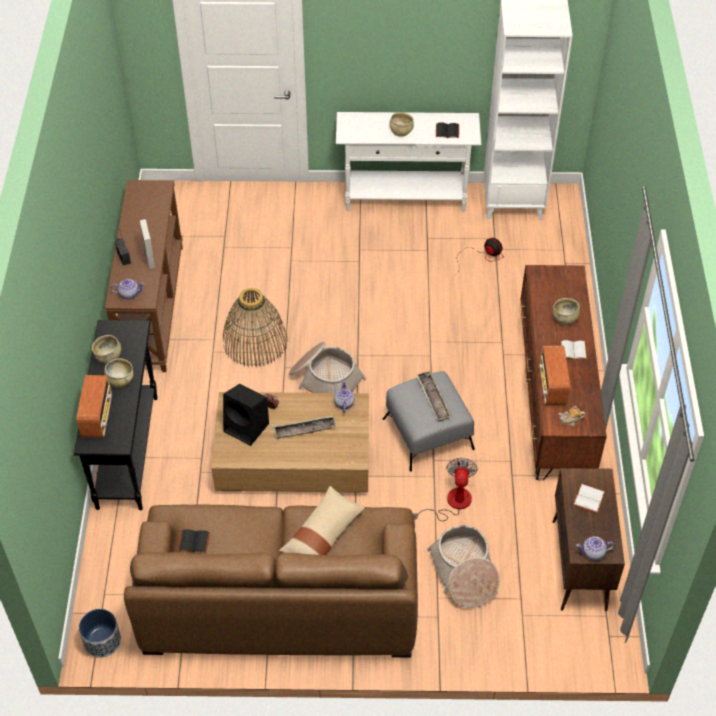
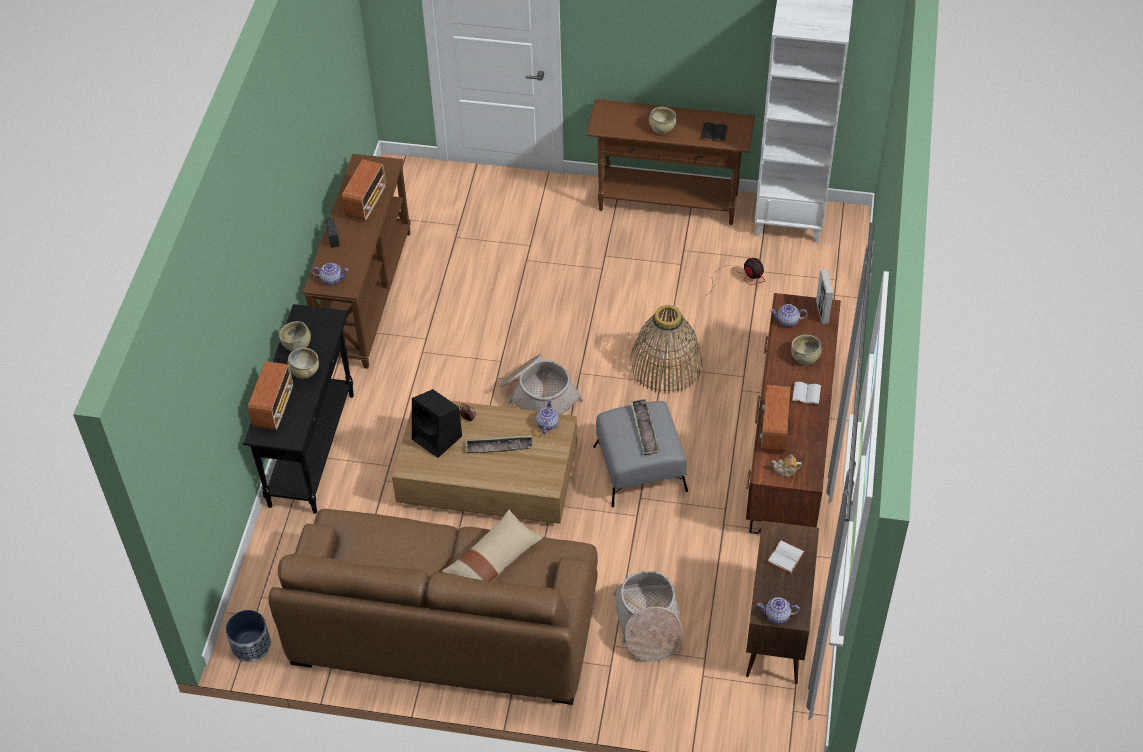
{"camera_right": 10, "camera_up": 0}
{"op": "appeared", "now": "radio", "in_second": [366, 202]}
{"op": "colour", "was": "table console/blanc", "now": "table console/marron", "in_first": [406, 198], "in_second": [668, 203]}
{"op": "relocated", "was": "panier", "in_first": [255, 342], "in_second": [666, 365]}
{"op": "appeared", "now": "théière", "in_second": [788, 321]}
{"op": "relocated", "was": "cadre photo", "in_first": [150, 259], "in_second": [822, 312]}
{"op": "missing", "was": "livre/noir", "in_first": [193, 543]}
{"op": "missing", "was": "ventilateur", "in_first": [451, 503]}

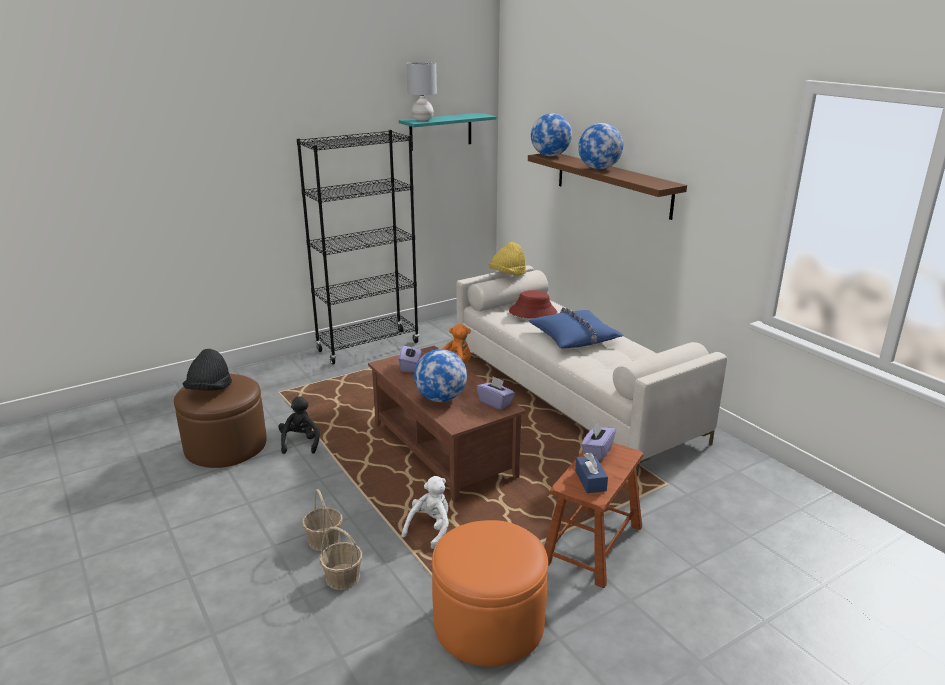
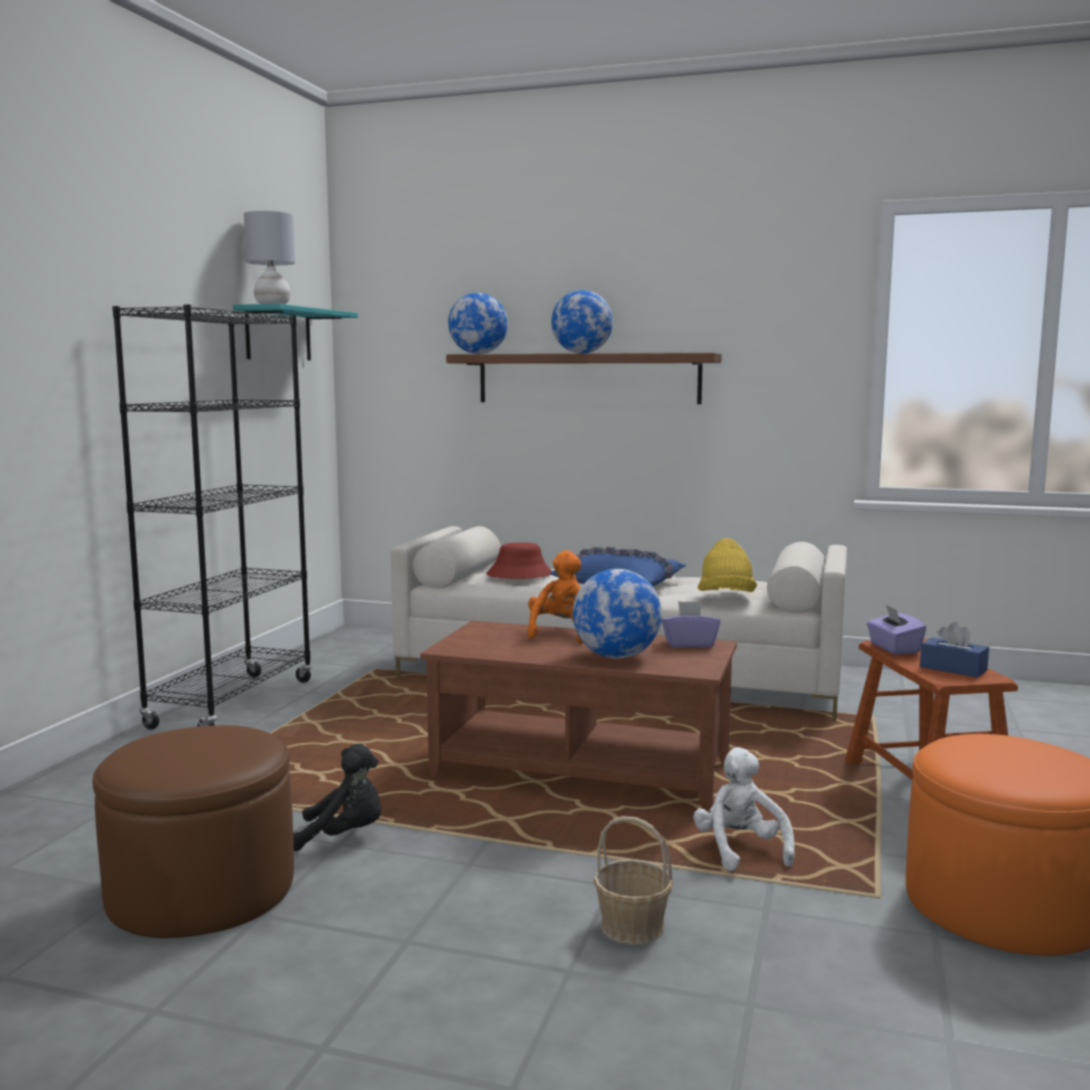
{"camera_right": -40, "camera_up": -15}
{"op": "spun", "was": "peluche/noir", "in_first": [300, 442], "in_second": [344, 836], "clockwise": 135}
{"op": "relocated", "was": "chapeau/jaune", "in_first": [507, 275], "in_second": [726, 597]}
{"op": "missing", "was": "chapeau/noir", "in_first": [209, 390]}
{"op": "missing", "was": "panier", "in_first": [343, 577]}
{"op": "missing", "was": "boîte à mouchoirs/violet", "in_first": [410, 367]}

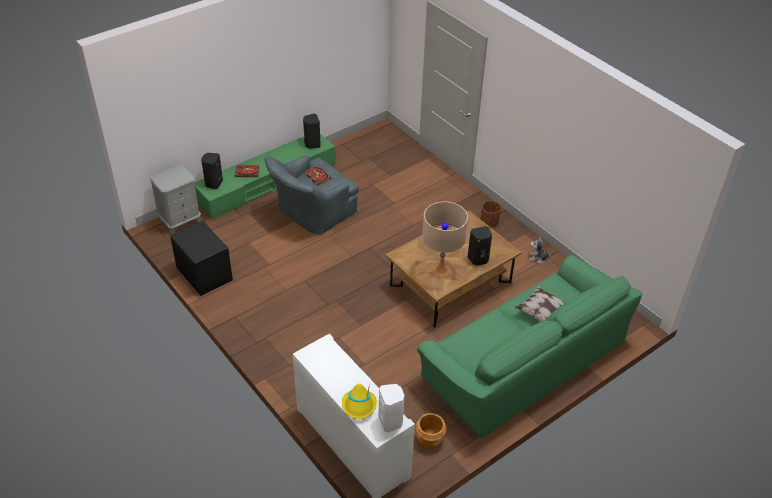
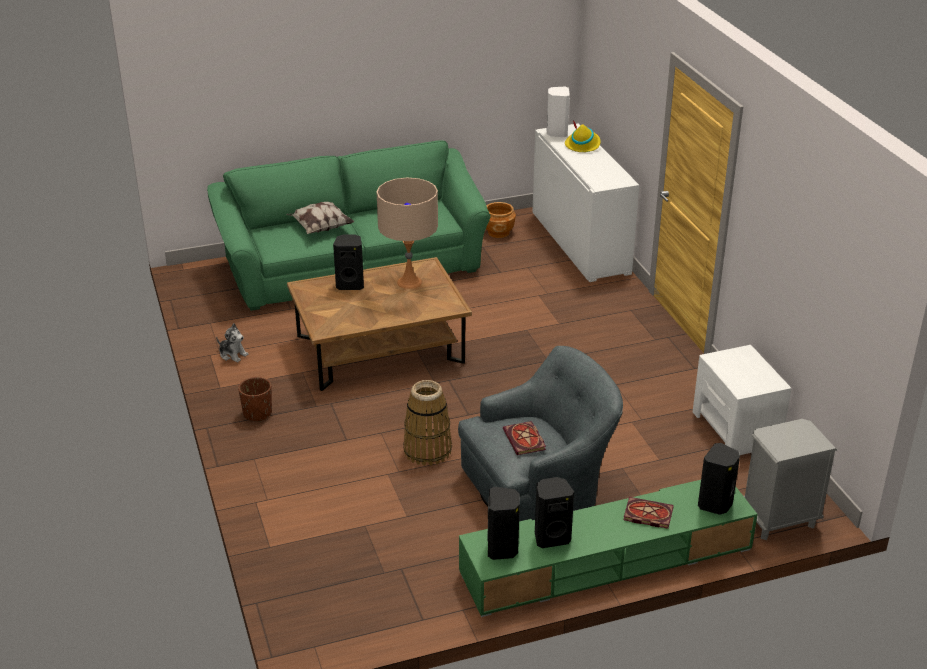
{"camera_right": -160, "camera_up": -10}
{"op": "appeared", "now": "panier", "in_second": [427, 450]}
{"op": "appeared", "now": "enceinte/noir", "in_second": [551, 537]}
{"op": "colour", "was": "table de chevet/noir", "now": "table de chevet/blanc", "in_first": [204, 273], "in_second": [736, 428]}

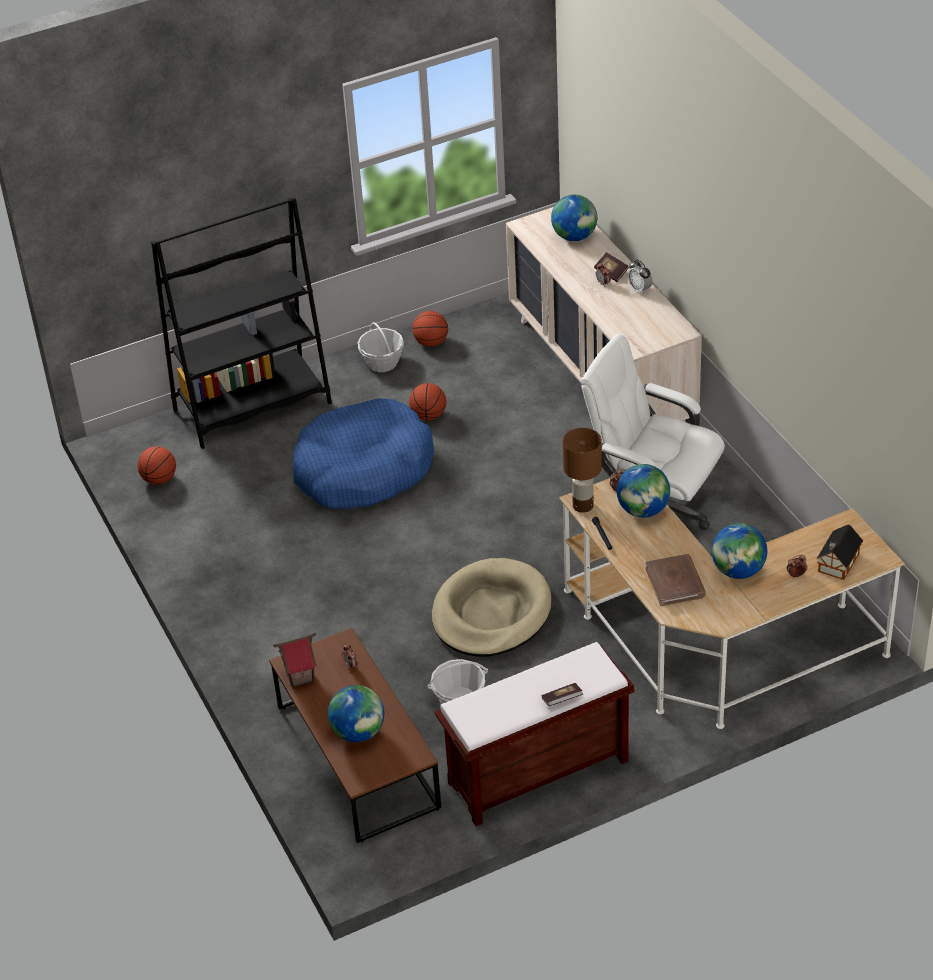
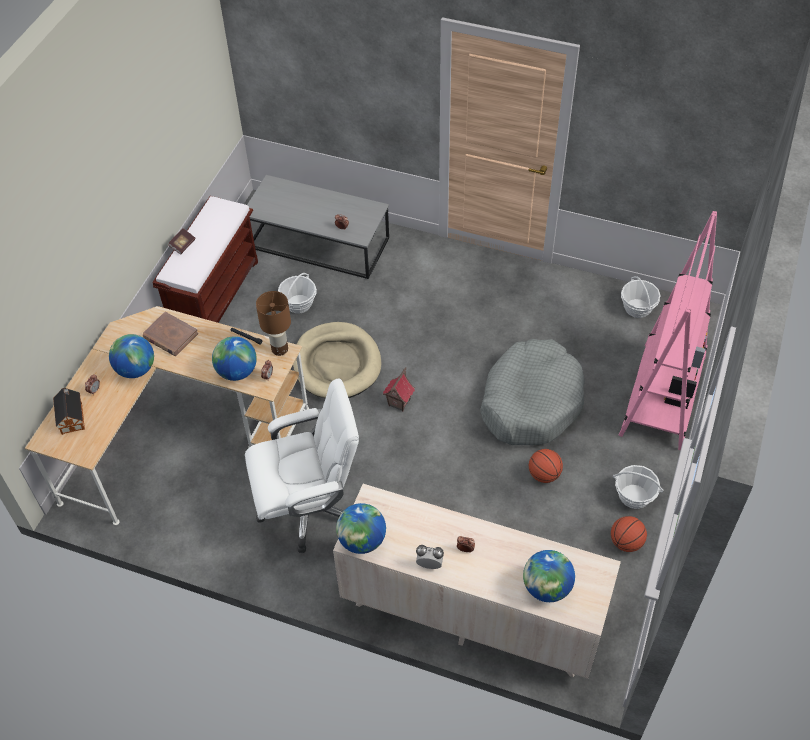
{"camera_right": 135, "camera_up": 10}
{"op": "colour", "was": "table basse/marron", "now": "table basse/gris", "in_first": [357, 757], "in_second": [319, 243]}
{"op": "relocated", "was": "globe", "in_first": [358, 732], "in_second": [362, 540]}
{"op": "relocated", "was": "maison miniature", "in_first": [300, 677], "in_second": [399, 402]}
{"op": "colour", "was": "panier pour chien/bleu", "now": "panier pour chien/gris", "in_first": [363, 469], "in_second": [531, 401]}
{"op": "colour", "was": "bibliothèque/noir", "now": "bibliothèque/rose", "in_first": [253, 407], "in_second": [662, 395]}
{"op": "exchanged", "was": "ballon de basket", "now": "panier", "in_first": [159, 479], "in_second": [637, 308]}
{"op": "missing", "was": "livre", "in_first": [611, 272]}

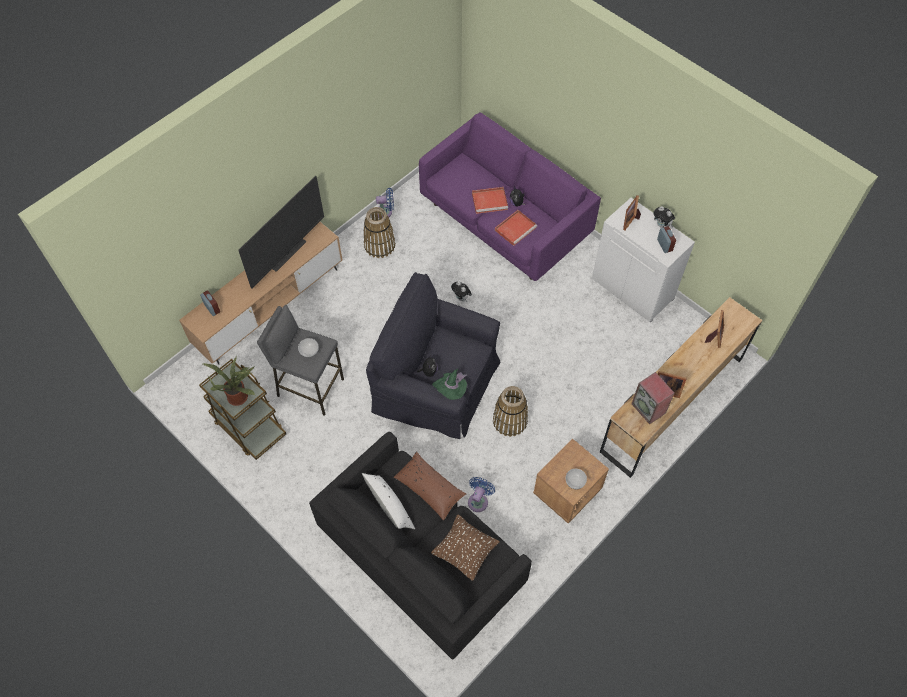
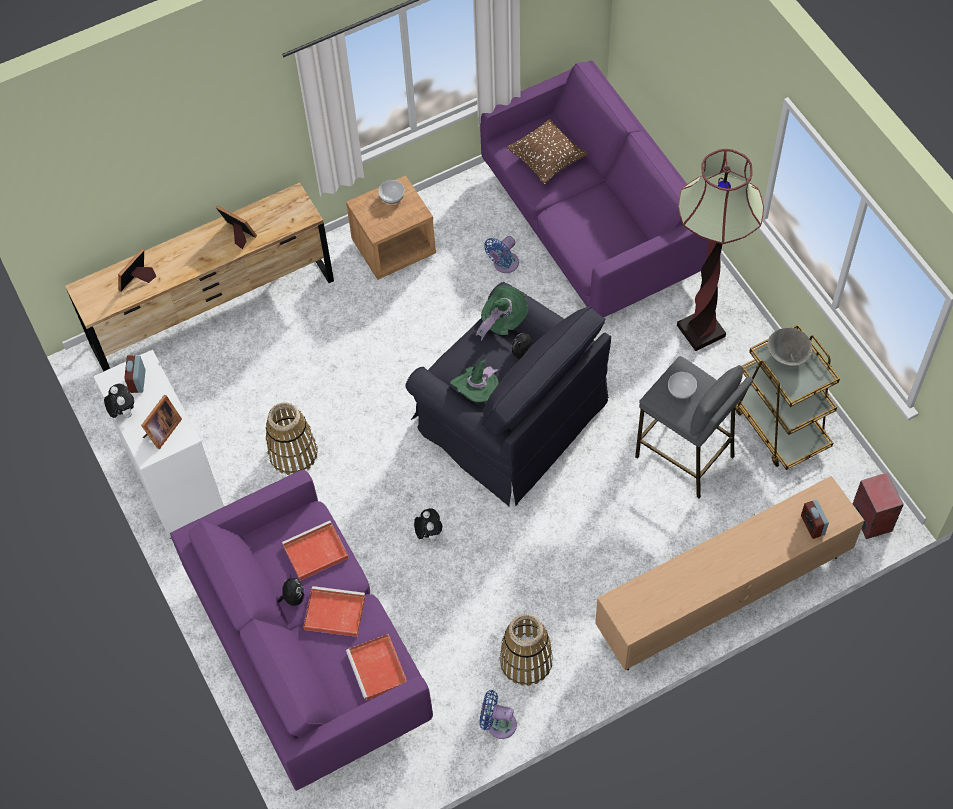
{"camera_right": -160, "camera_up": 0}
{"op": "relocated", "was": "panier", "in_first": [509, 421], "in_second": [293, 453]}
{"op": "appeared", "now": "plateau/rouge", "in_second": [378, 669]}
{"op": "appeared", "now": "chapeau/vert", "in_second": [477, 392]}
{"op": "colour", "was": "canapé/noir", "now": "canapé/violet", "in_first": [421, 556], "in_second": [592, 224]}
{"op": "appeared", "now": "lampadaire", "in_second": [701, 331]}
{"op": "exchanged", "was": "plante en pot", "now": "bol/gris", "in_first": [239, 395], "in_second": [786, 357]}
{"op": "relocated", "was": "enceinte", "in_first": [649, 408], "in_second": [870, 519]}
{"op": "missing", "was": "téléviseur", "in_first": [288, 254]}
{"op": "missing", "was": "coussin/blanc", "in_first": [389, 506]}
{"op": "missing", "was": "coussin/marron", "in_first": [429, 488]}

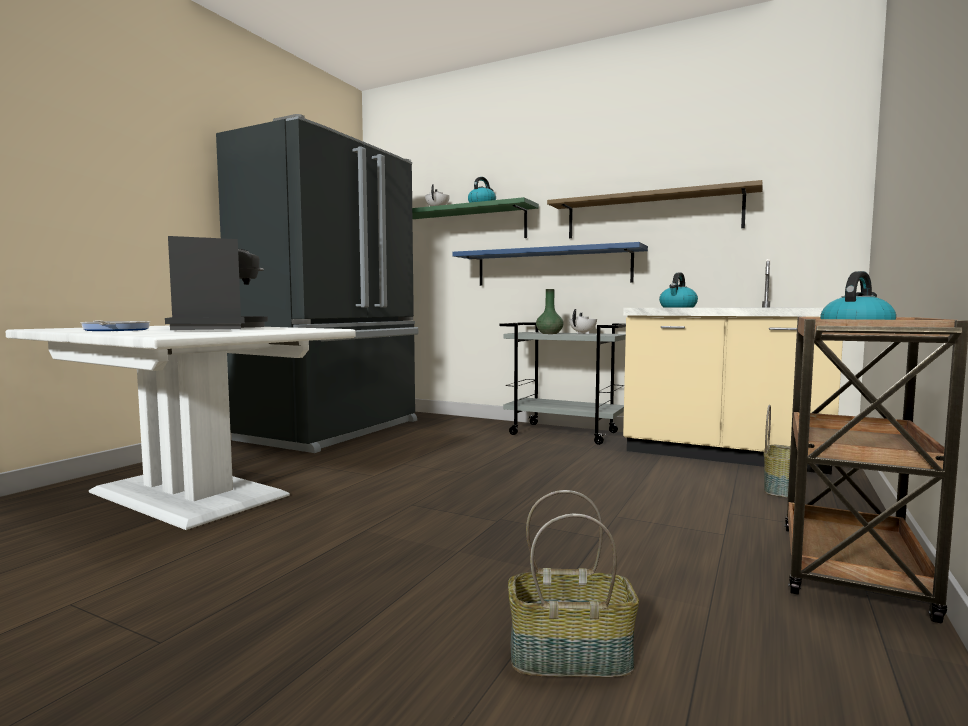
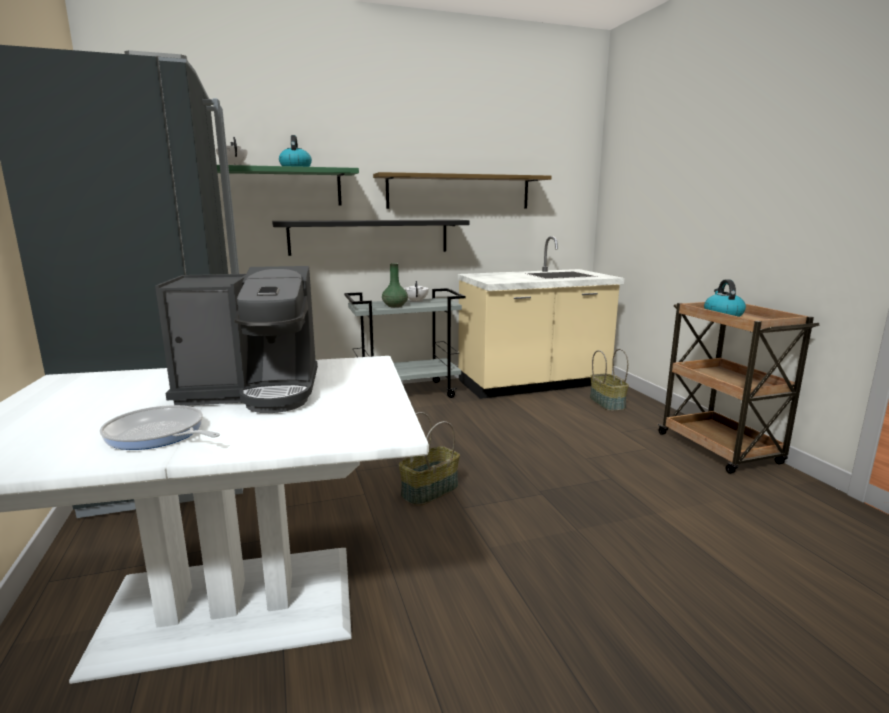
{"camera_right": -45, "camera_up": 10}
{"op": "spun", "was": "machine à café", "in_first": [213, 329], "in_second": [253, 392], "clockwise": 150}
{"op": "colour", "was": "étagère/bleu", "now": "étagère/noir", "in_first": [552, 267], "in_second": [370, 236]}
{"op": "relocated", "was": "panier", "in_first": [571, 655], "in_second": [429, 490]}
{"op": "missing", "was": "bouilloire", "in_first": [678, 307]}

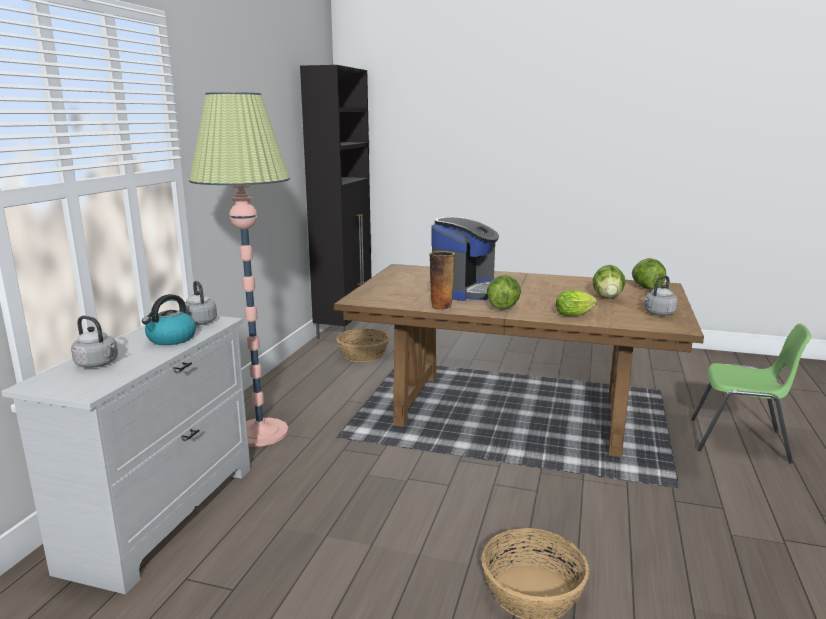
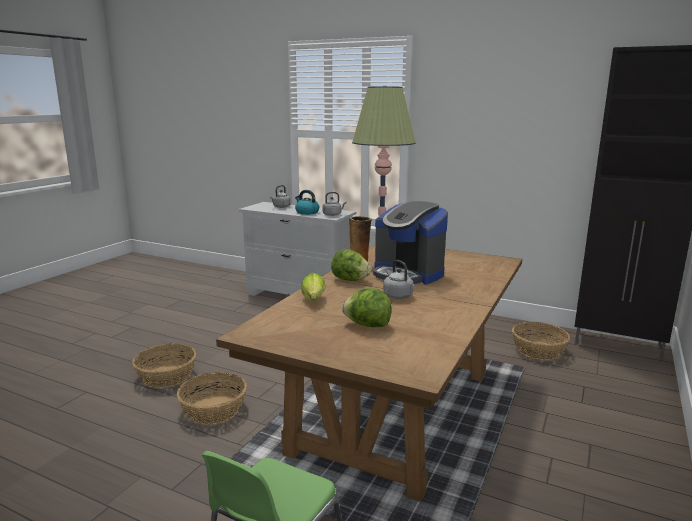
{"camera_right": 100, "camera_up": 0}
{"op": "appeared", "now": "panier", "in_second": [213, 410]}
{"op": "relocated", "was": "bouilloire/gris", "in_first": [658, 313], "in_second": [396, 295]}
{"op": "missing", "was": "laitue", "in_first": [646, 288]}

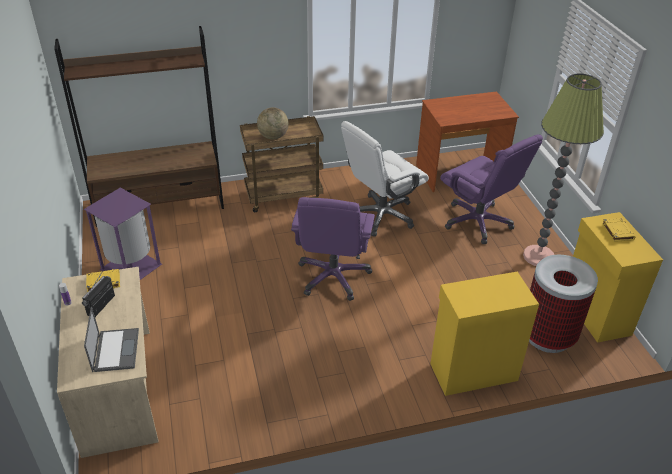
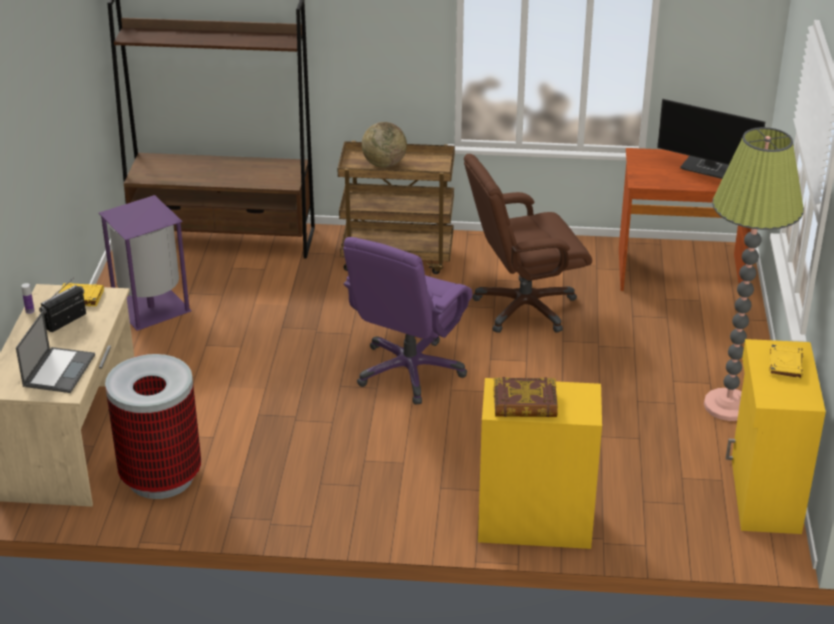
{"camera_right": 20, "camera_up": -5}
{"op": "relocated", "was": "poubelle", "in_first": [548, 336], "in_second": [161, 477]}
{"op": "colour", "was": "chaise de bureau/blanc", "now": "chaise de bureau/marron", "in_first": [381, 216], "in_second": [523, 308]}
{"op": "appeared", "now": "livre", "in_second": [525, 403]}
{"op": "appeared", "now": "écran d'ordinateur", "in_second": [709, 168]}
{"op": "missing", "was": "chaise de bureau/violet", "in_first": [478, 222]}

